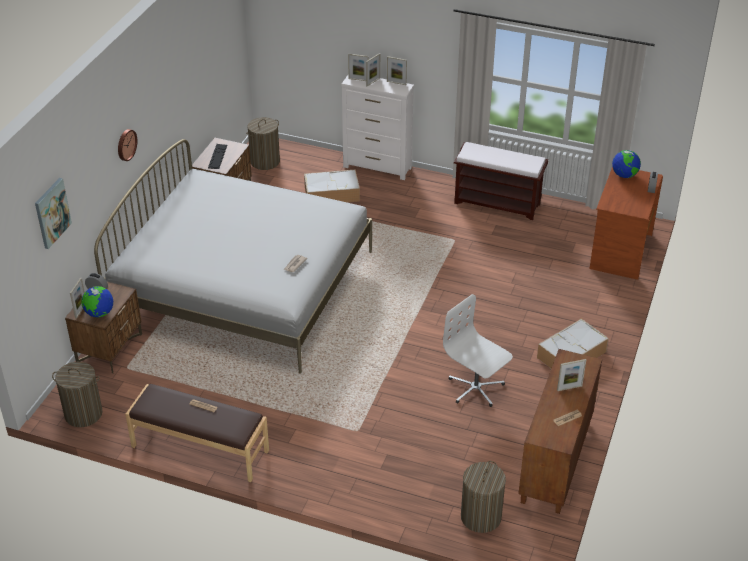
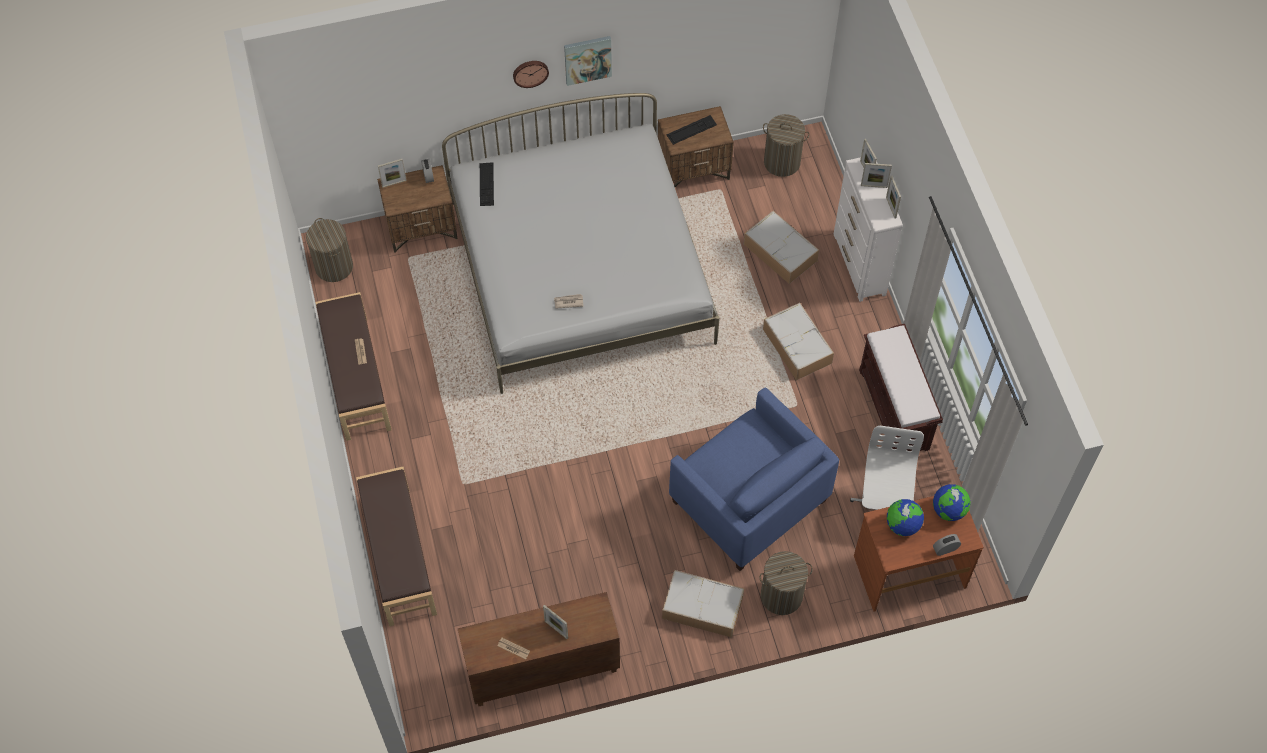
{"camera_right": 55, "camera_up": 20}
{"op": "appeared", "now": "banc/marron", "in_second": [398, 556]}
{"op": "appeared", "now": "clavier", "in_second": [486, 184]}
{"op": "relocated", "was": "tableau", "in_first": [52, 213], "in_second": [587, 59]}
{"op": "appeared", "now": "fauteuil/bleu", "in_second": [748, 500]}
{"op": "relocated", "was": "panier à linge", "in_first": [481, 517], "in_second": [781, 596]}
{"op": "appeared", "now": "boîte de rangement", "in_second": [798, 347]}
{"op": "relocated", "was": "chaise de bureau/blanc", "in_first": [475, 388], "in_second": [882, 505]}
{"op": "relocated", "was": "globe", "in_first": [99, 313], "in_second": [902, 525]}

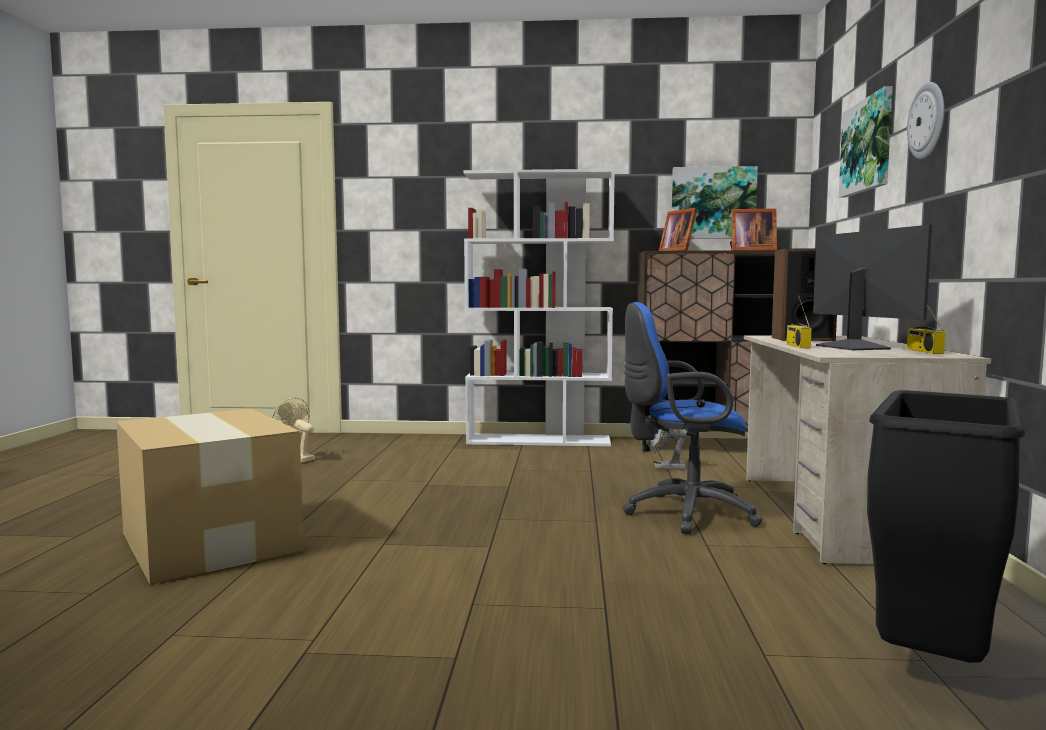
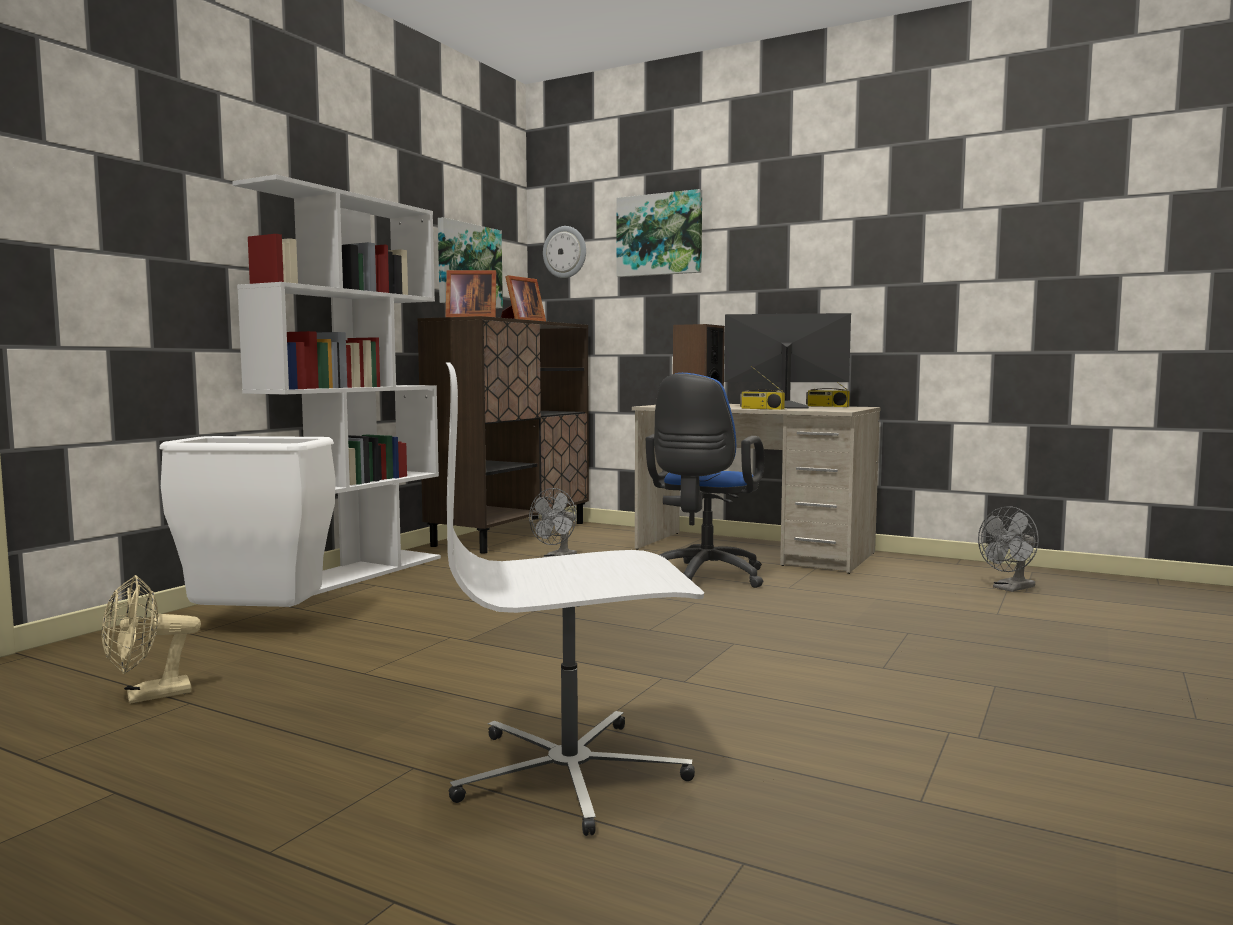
{"camera_right": -65, "camera_up": 0}
{"op": "appeared", "now": "poubelle/blanc", "in_second": [257, 627]}
{"op": "exchanged", "was": "carton", "now": "chaise de bureau/blanc", "in_first": [211, 541], "in_second": [571, 773]}
{"op": "relocated", "was": "horloge murale", "in_first": [928, 121], "in_second": [565, 252]}
{"op": "exchanged", "was": "poubelle/noir", "now": "ventilateur/gris", "in_first": [934, 662], "in_second": [1010, 588]}

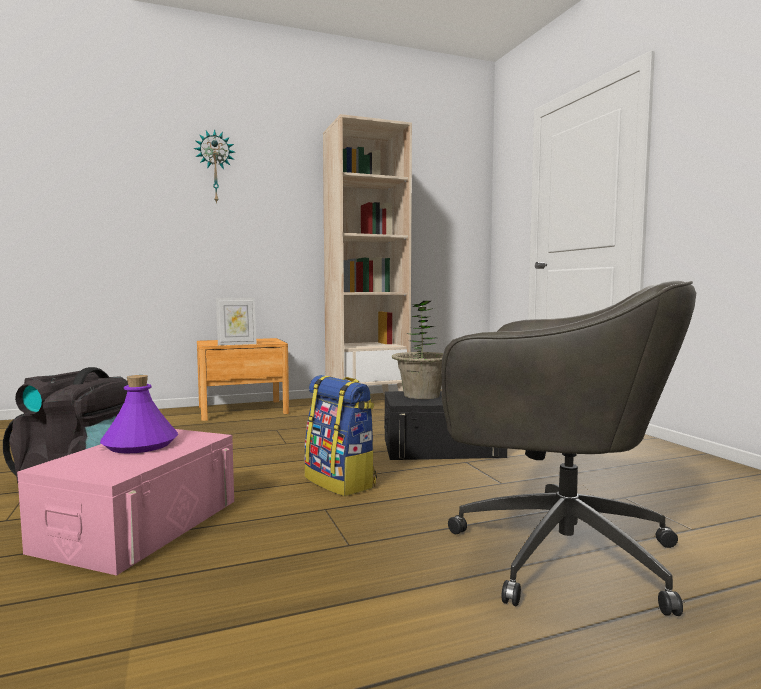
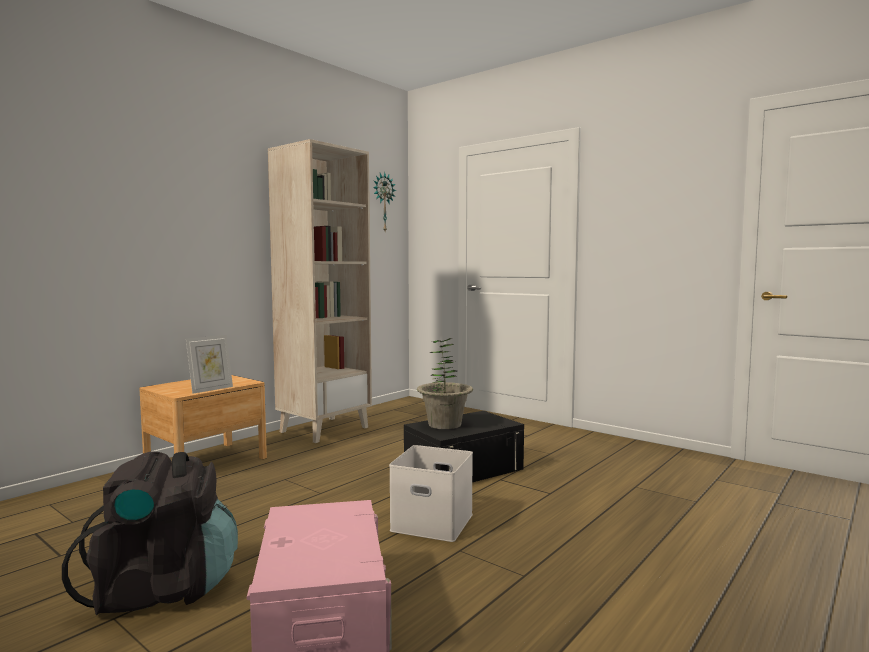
{"camera_right": -30, "camera_up": 0}
{"op": "relocated", "was": "horloge murale", "in_first": [215, 167], "in_second": [383, 202]}
{"op": "exchanged", "was": "sac à dos", "now": "boîte de rangement/blanc", "in_first": [341, 482], "in_second": [434, 522]}
{"op": "missing", "was": "bouteille/violet", "in_first": [140, 445]}
{"op": "missing", "was": "chaise de bureau/gris", "in_first": [556, 552]}

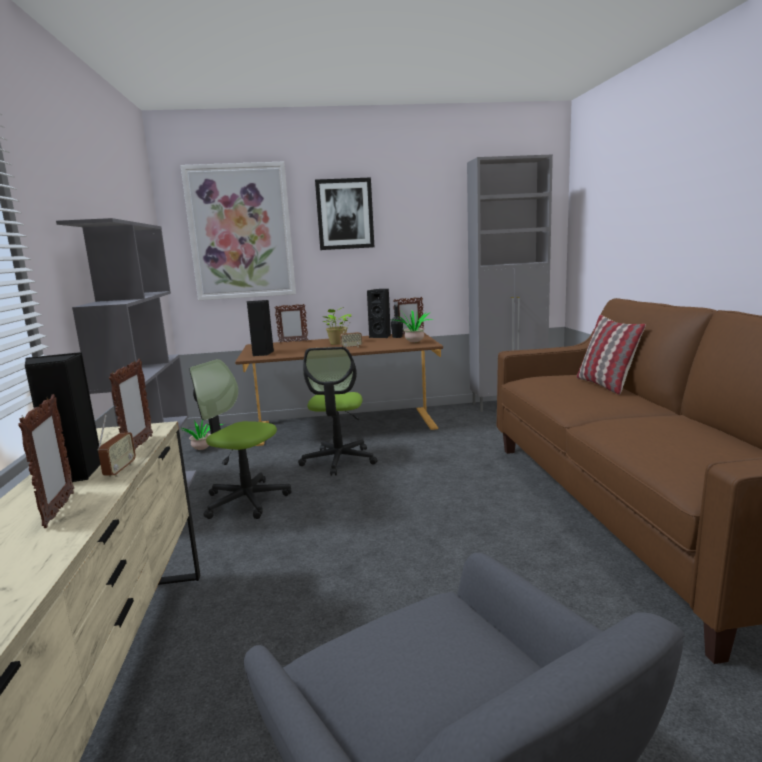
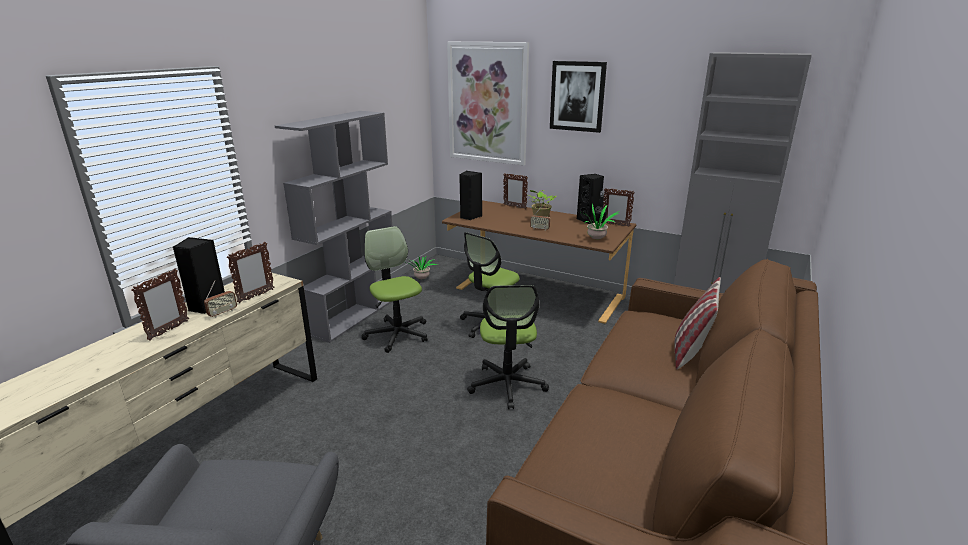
{"camera_right": 35, "camera_up": 10}
{"op": "appeared", "now": "chaise de bureau", "in_second": [507, 385]}

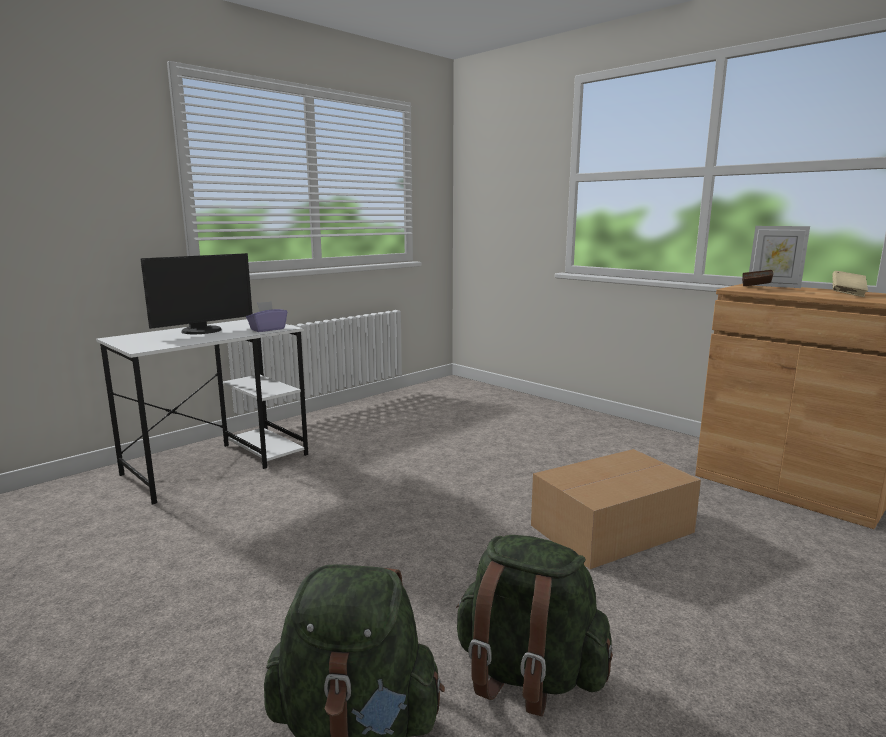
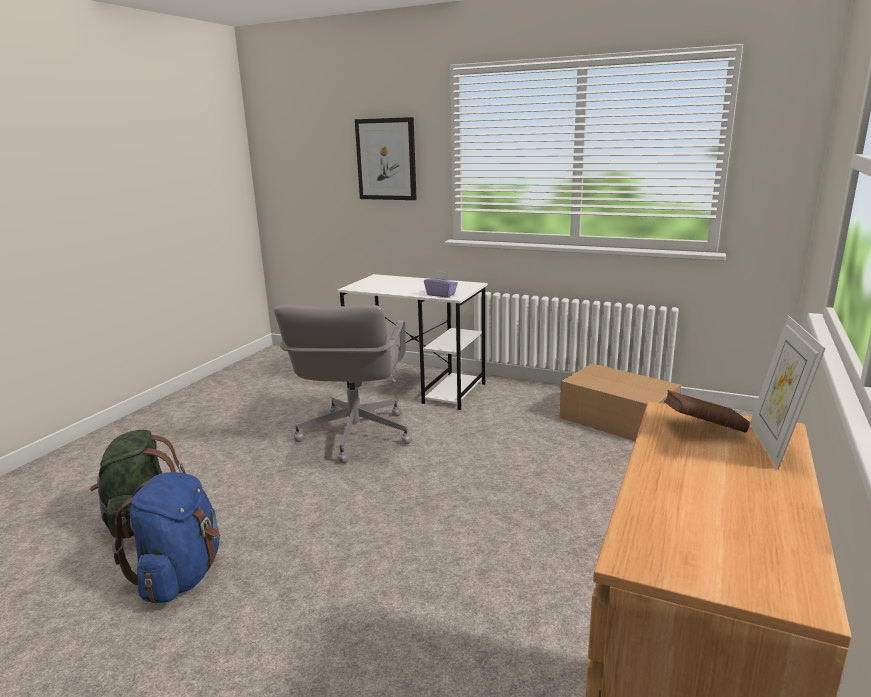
{"camera_right": 70, "camera_up": 5}
{"op": "colour", "was": "sac à dos/vert", "now": "sac à dos/bleu", "in_first": [527, 675], "in_second": [181, 575]}
{"op": "appeared", "now": "chaise de bureau/gris", "in_second": [354, 435]}
{"op": "appeared", "now": "tableau", "in_second": [386, 159]}
{"op": "relocated", "was": "carton", "in_first": [609, 529], "in_second": [616, 419]}
{"op": "missing", "was": "écran d'ordinateur", "in_first": [202, 331]}
{"op": "missing", "was": "livre/beige", "in_first": [847, 294]}

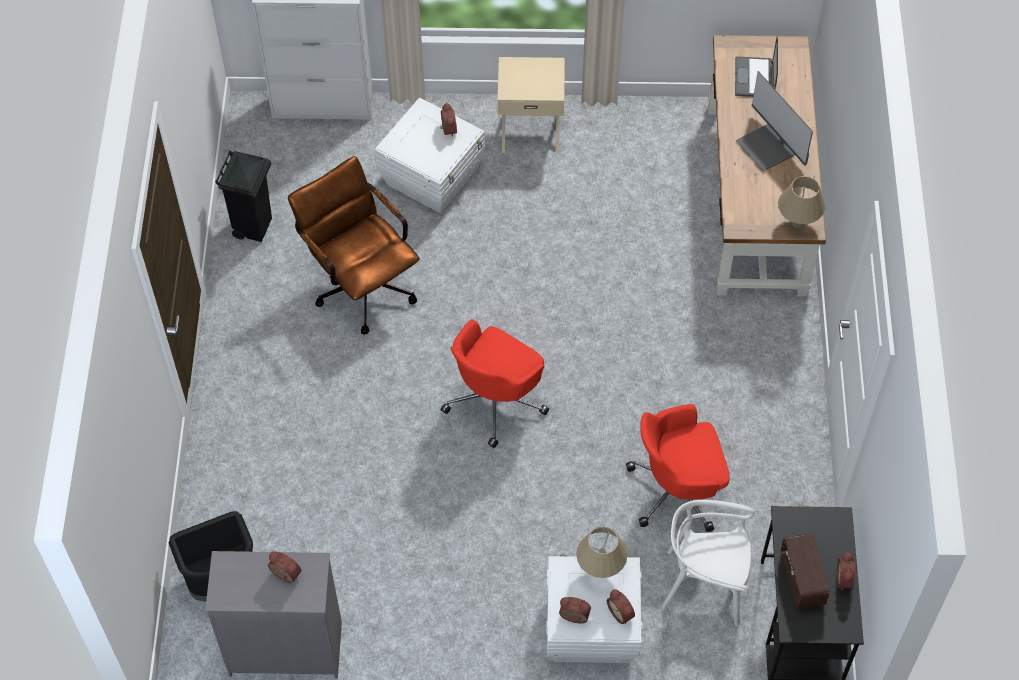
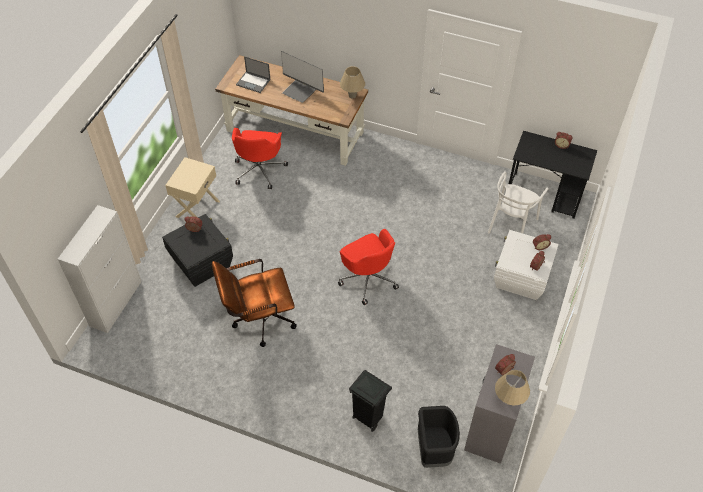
{"camera_right": -70, "camera_up": -5}
{"op": "colour", "was": "boîte de rangement/blanc", "now": "boîte de rangement/noir", "in_first": [432, 177], "in_second": [202, 263]}
{"op": "relocated", "was": "chaise de bureau/rouge", "in_first": [678, 490], "in_second": [259, 170]}
{"op": "spun", "was": "écran d'ordinateur", "in_first": [768, 146], "in_second": [300, 91], "clockwise": 45}
{"op": "relocated", "was": "poubelle/noir", "in_first": [254, 227], "in_second": [368, 417]}
{"op": "relocated", "was": "lampe de table/beige", "in_first": [600, 568], "in_second": [509, 399]}
{"op": "missing", "was": "radio", "in_first": [802, 579]}

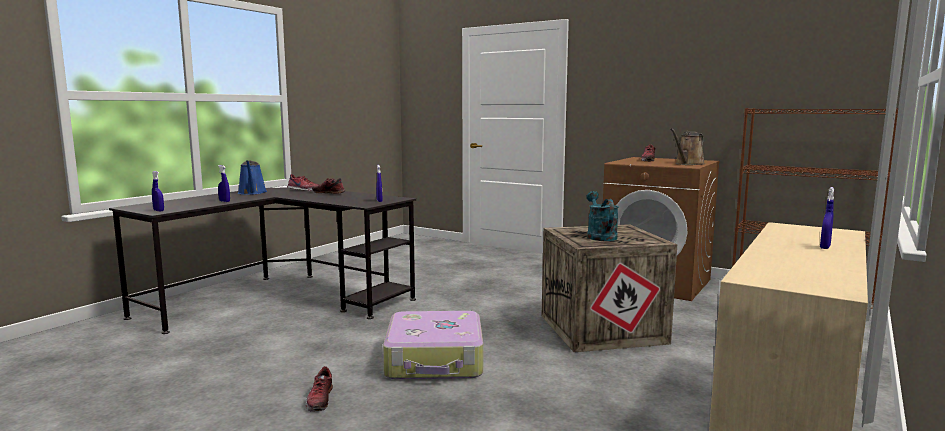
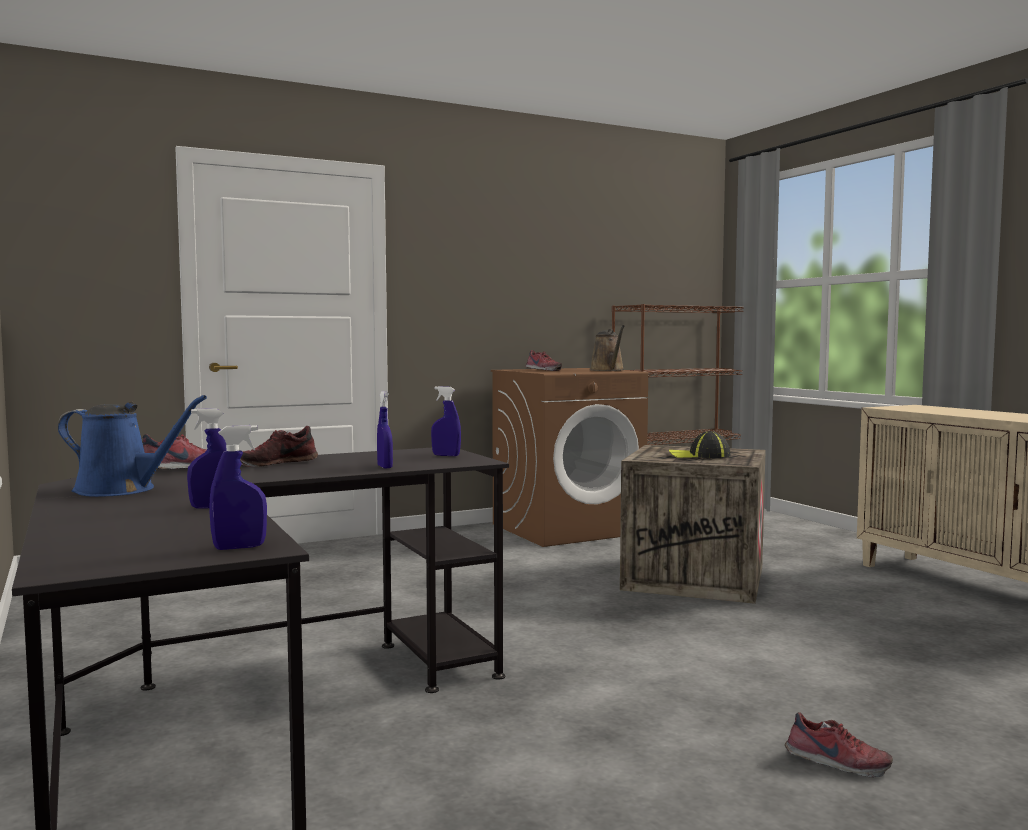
{"camera_right": -60, "camera_up": -5}
{"op": "relocated", "was": "vaporisateur/bleu", "in_first": [825, 247], "in_second": [385, 467]}
{"op": "exchanged", "was": "arrosoir/turquoise", "now": "casquette", "in_first": [600, 236], "in_second": [700, 456]}
{"op": "missing", "was": "valise", "in_first": [435, 360]}

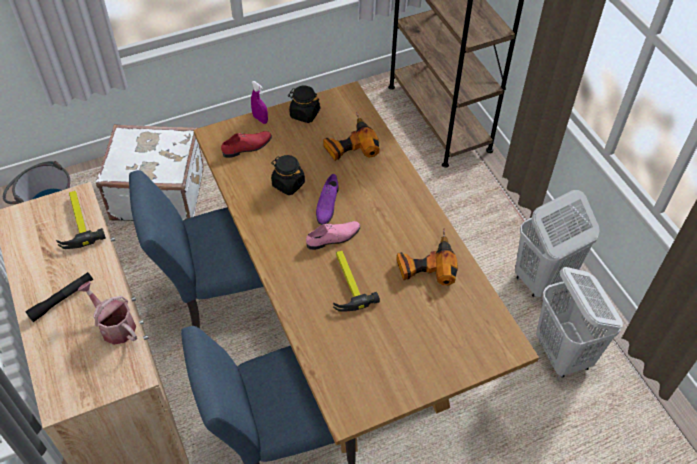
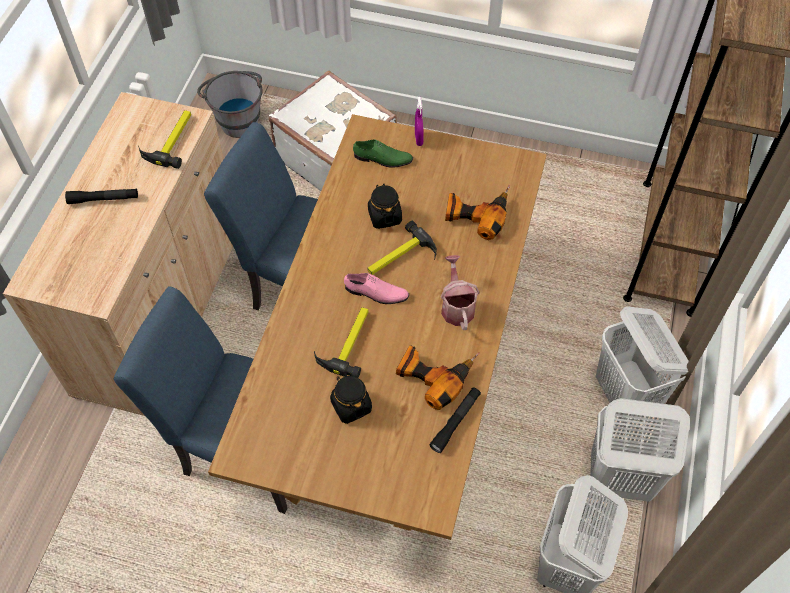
{"camera_right": 40, "camera_up": 5}
{"op": "relocated", "was": "bocal/noir", "in_first": [304, 114], "in_second": [351, 406]}
{"op": "colour", "was": "chaussure/rouge", "now": "chaussure/vert", "in_first": [247, 147], "in_second": [382, 159]}
{"op": "exchanged", "was": "chaussure/violet", "now": "marteau", "in_first": [327, 204], "in_second": [400, 258]}
{"op": "appeared", "now": "lampe de poche/noir", "in_second": [455, 422]}
{"op": "relocated", "was": "arrosoir", "in_first": [114, 325], "in_second": [457, 306]}
{"op": "appeared", "now": "panier à linge/blanc", "in_second": [626, 397]}

